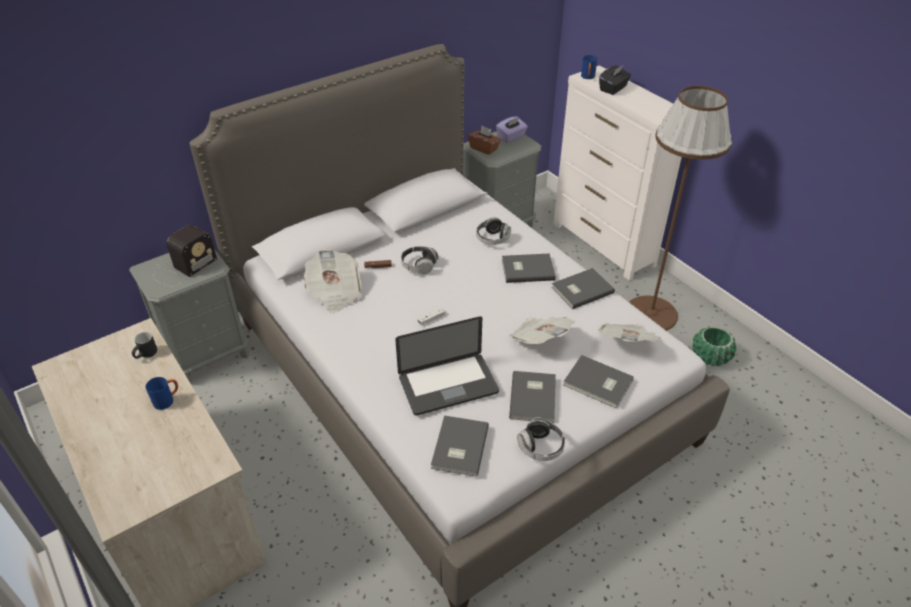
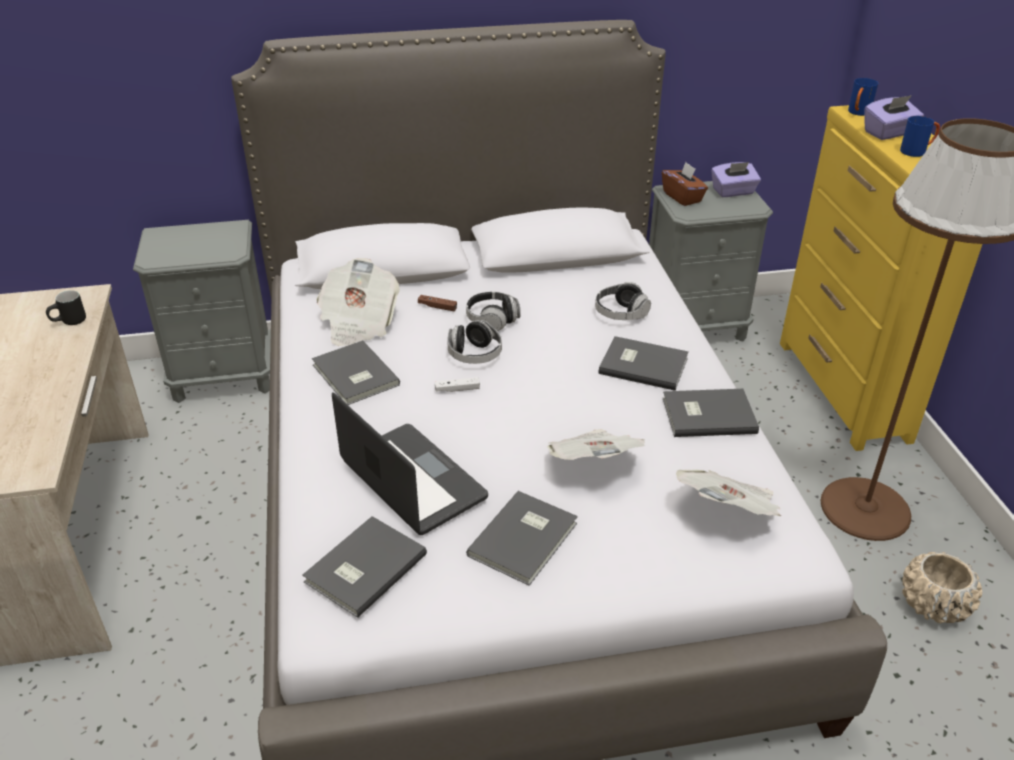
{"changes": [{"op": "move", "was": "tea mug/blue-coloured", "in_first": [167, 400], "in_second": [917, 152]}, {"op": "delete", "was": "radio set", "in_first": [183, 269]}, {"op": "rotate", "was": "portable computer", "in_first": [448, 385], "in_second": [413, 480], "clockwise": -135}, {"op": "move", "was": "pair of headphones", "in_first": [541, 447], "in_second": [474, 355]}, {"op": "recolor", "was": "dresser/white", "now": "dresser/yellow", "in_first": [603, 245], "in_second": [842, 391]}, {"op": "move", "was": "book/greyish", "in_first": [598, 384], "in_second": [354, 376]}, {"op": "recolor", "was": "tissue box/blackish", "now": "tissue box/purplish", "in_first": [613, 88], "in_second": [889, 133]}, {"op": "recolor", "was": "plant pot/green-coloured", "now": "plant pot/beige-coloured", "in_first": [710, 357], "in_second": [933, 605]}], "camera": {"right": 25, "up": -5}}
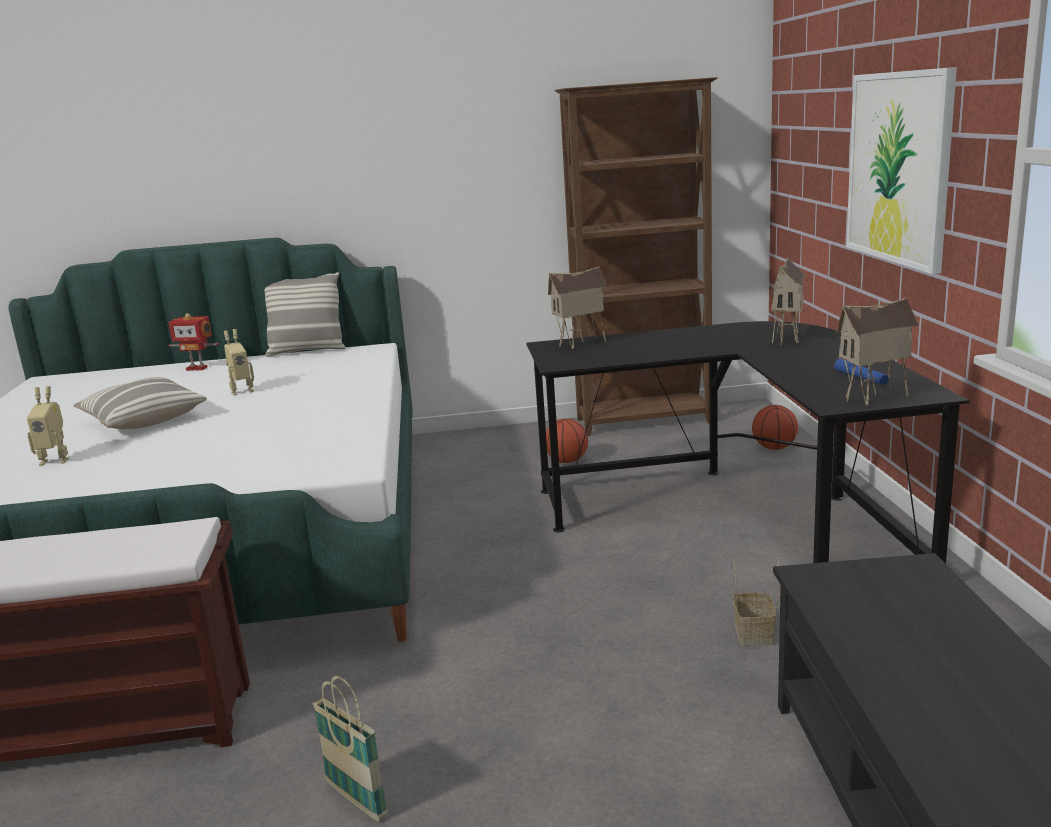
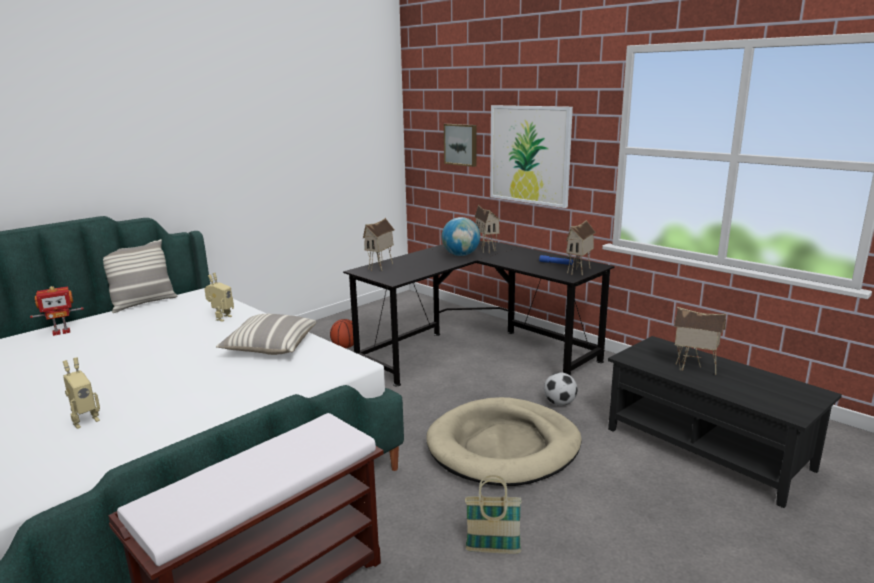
{"changes": [{"op": "move", "was": "throw pillow", "in_first": [142, 420], "in_second": [270, 347]}, {"op": "move", "was": "robot figure", "in_first": [241, 391], "in_second": [221, 318]}, {"op": "delete", "was": "shelving unit/brownish", "in_first": [645, 421]}, {"op": "replace", "was": "household basket", "now": "ball for football", "in_first": [755, 634], "in_second": [559, 403]}, {"op": "delete", "was": "basketball", "in_first": [774, 448]}, {"op": "insert", "now": "dog bed/beige-coloured", "in_second": [504, 446]}, {"op": "insert", "now": "desk globe", "in_second": [461, 255]}, {"op": "insert", "now": "wall picture", "in_second": [461, 144]}, {"op": "insert", "now": "toy house", "in_second": [694, 369]}], "camera": {"right": -40, "up": 0}}
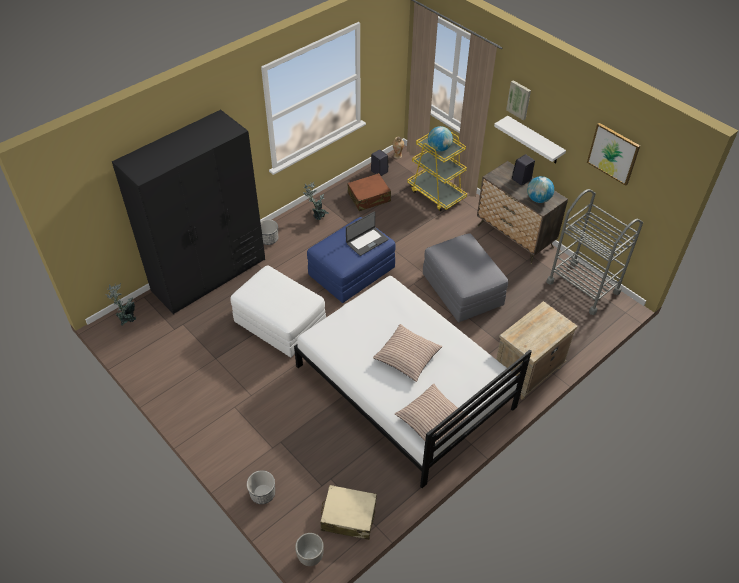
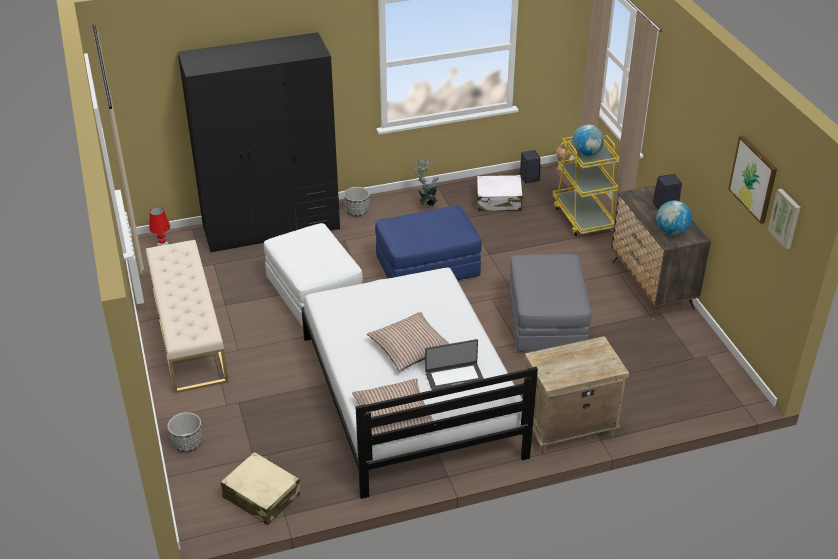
{"changes": [{"op": "replace", "was": "houseplant", "now": "table lamp/red", "in_first": [128, 319], "in_second": [162, 244]}, {"op": "delete", "was": "plant pot", "in_first": [310, 557]}, {"op": "move", "was": "portable computer", "in_first": [366, 241], "in_second": [455, 378]}, {"op": "recolor", "was": "piece of luggage/brownish", "now": "piece of luggage/white", "in_first": [369, 197], "in_second": [499, 201]}, {"op": "delete", "was": "bracket shelf/white", "in_first": [534, 140]}, {"op": "move", "was": "wall picture", "in_first": [519, 99], "in_second": [786, 218]}, {"op": "delete", "was": "wheeled cart/greyish", "in_first": [583, 287]}, {"op": "insert", "now": "indoor bench/beige-coloured", "in_second": [188, 332]}], "camera": {"right": 25, "up": -10}}
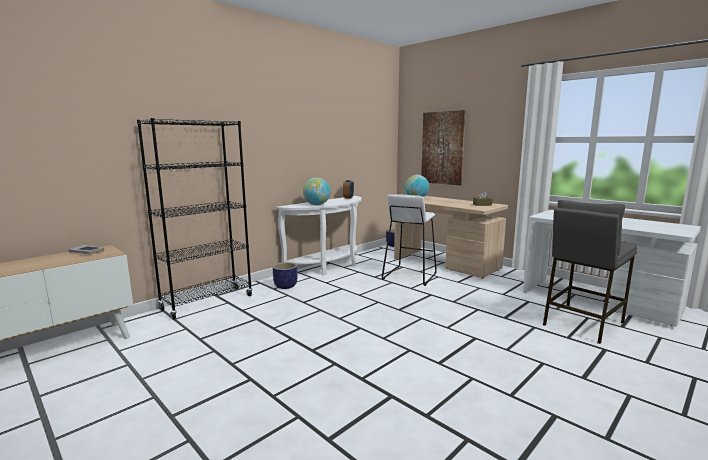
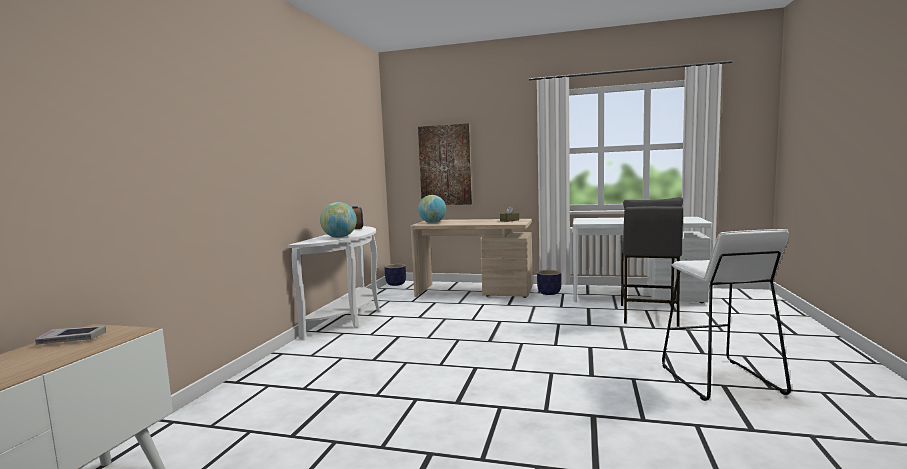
{"changes": [{"op": "delete", "was": "shelving unit/blackish", "in_first": [207, 302]}, {"op": "move", "was": "plant pot", "in_first": [286, 286], "in_second": [549, 293]}, {"op": "move", "was": "stool/white", "in_first": [409, 276], "in_second": [719, 380]}], "camera": {"right": -30, "up": -5}}
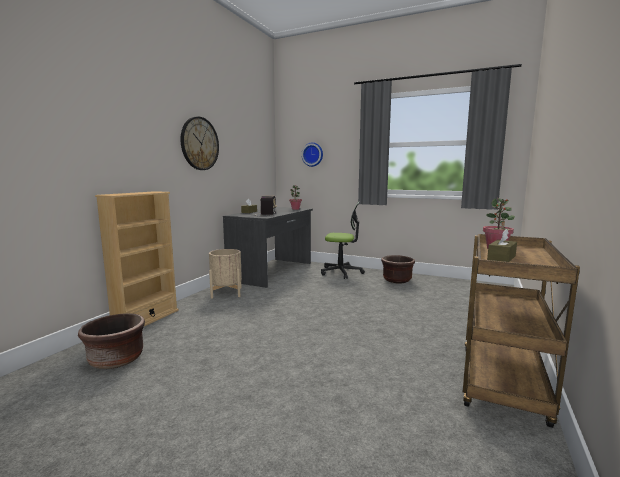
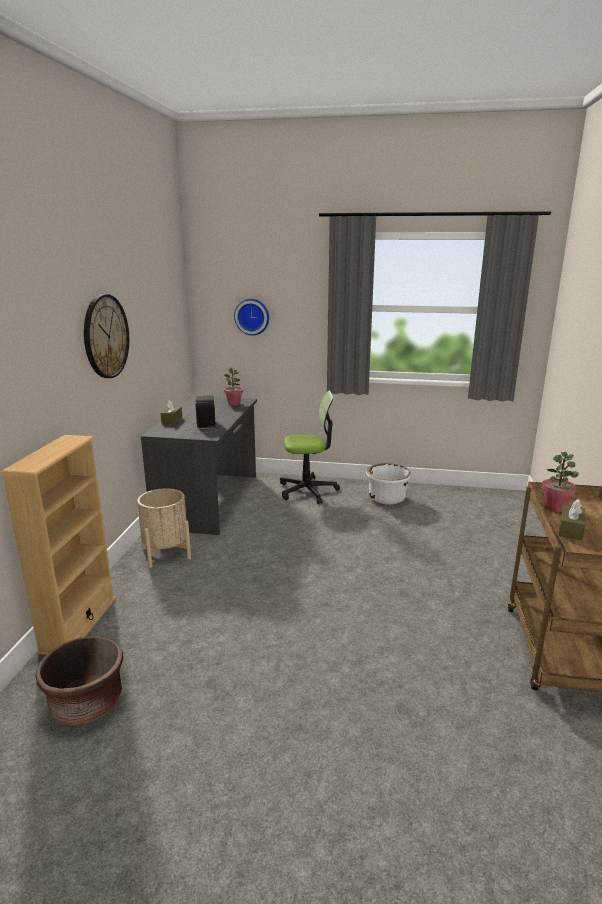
{"changes": [{"op": "recolor", "was": "plant pot/brownish", "now": "plant pot/white", "in_first": [397, 280], "in_second": [387, 498]}], "camera": {"right": -15, "up": 10}}
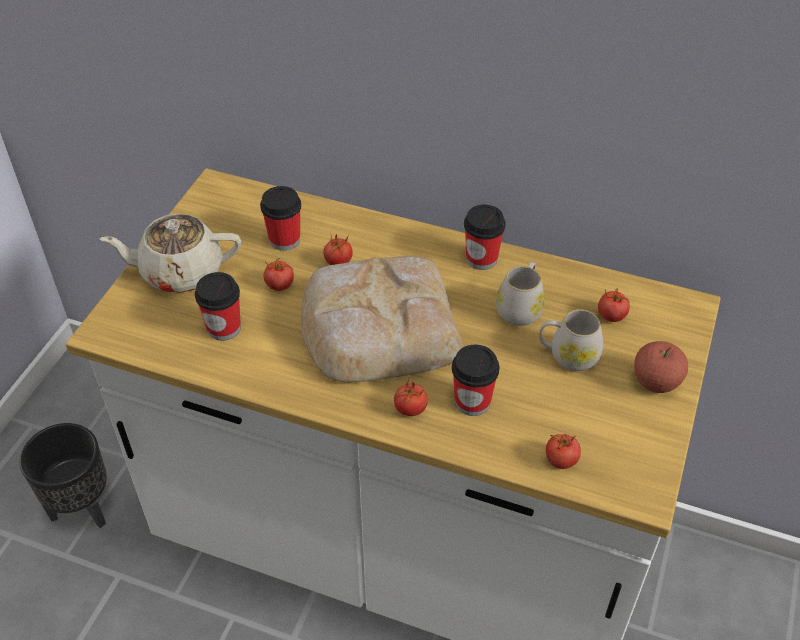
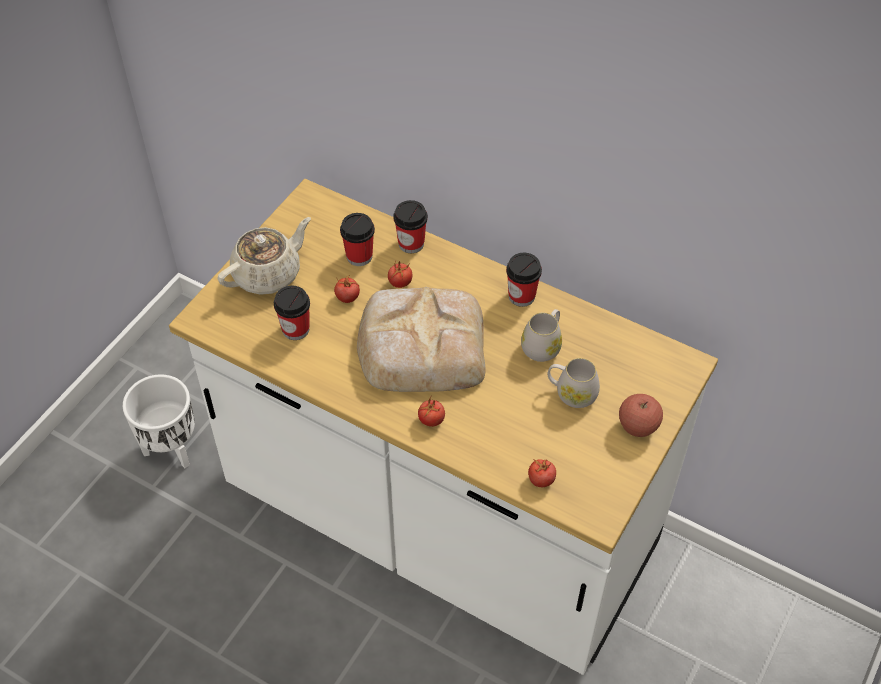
{"changes": [{"op": "recolor", "was": "plant pot/blackish", "now": "plant pot/white", "in_first": [83, 508], "in_second": [172, 448]}, {"op": "rotate", "was": "tea pot/beige-coloured", "in_first": [180, 272], "in_second": [268, 274], "clockwise": 135}, {"op": "move", "was": "cup", "in_first": [472, 402], "in_second": [411, 243]}, {"op": "delete", "was": "tomato", "in_first": [611, 316]}], "camera": {"right": 10, "up": 5}}
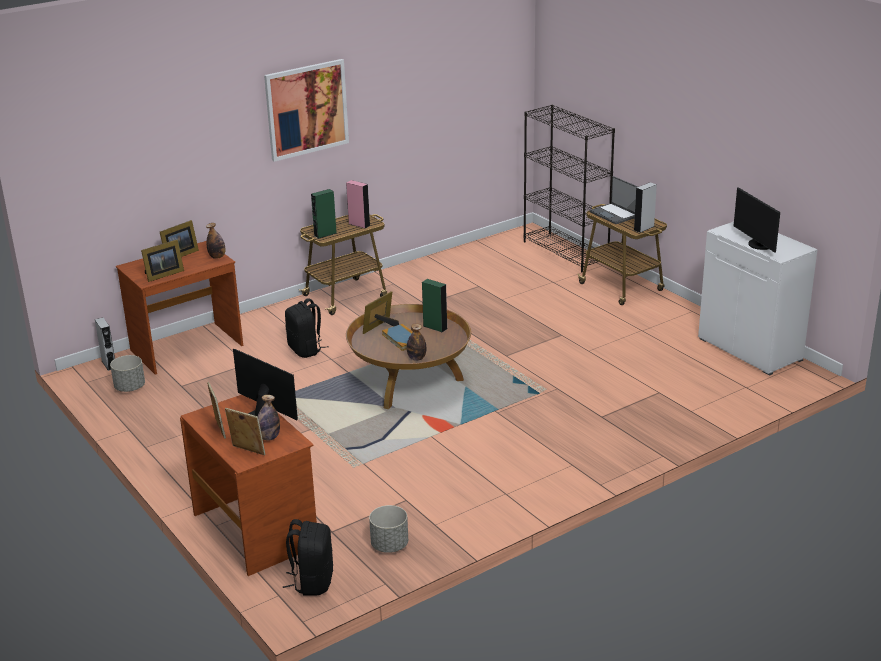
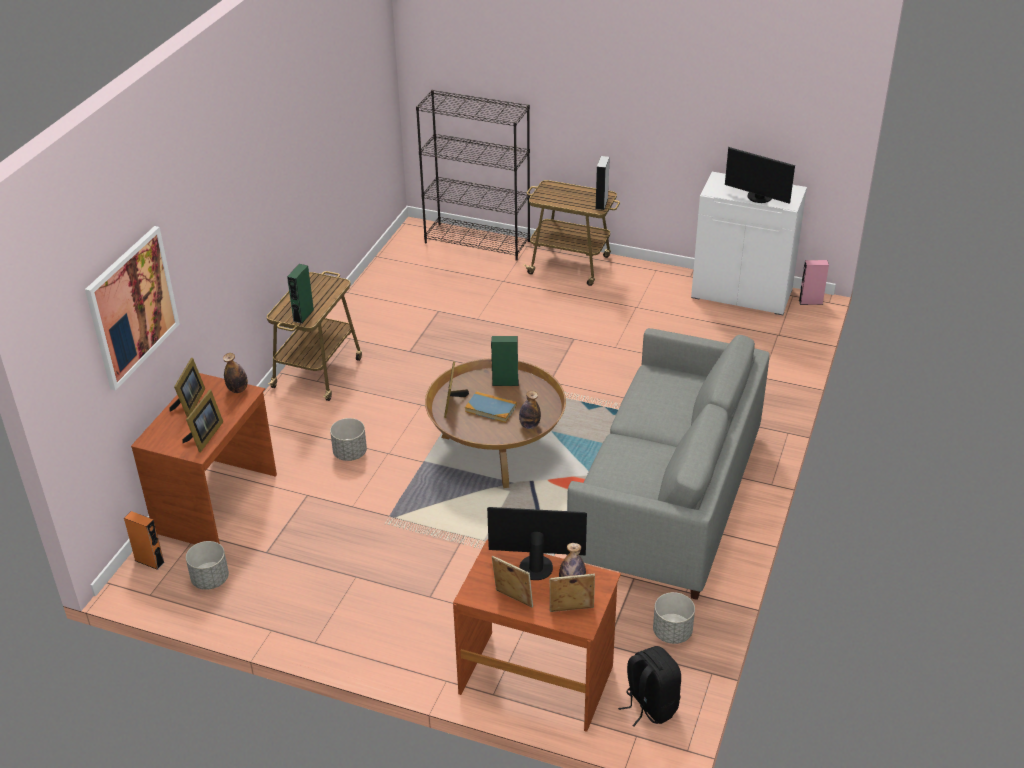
{"changes": [{"op": "recolor", "was": "loudspeaker/greyish", "now": "loudspeaker/orange-coloured", "in_first": [109, 364], "in_second": [149, 561]}, {"op": "move", "was": "wall picture", "in_first": [306, 109], "in_second": [132, 307]}, {"op": "replace", "was": "rucksack/blackish", "now": "plant pot/greyish", "in_first": [306, 350], "in_second": [350, 453]}, {"op": "move", "was": "loudspeaker/pink", "in_first": [359, 224], "in_second": [810, 302]}, {"op": "delete", "was": "portable computer", "in_first": [614, 214]}, {"op": "insert", "now": "couch/greyish", "in_second": [668, 499]}], "camera": {"right": -35, "up": 10}}
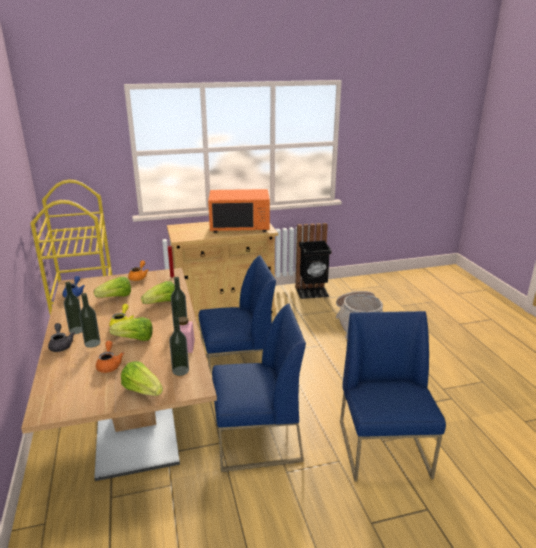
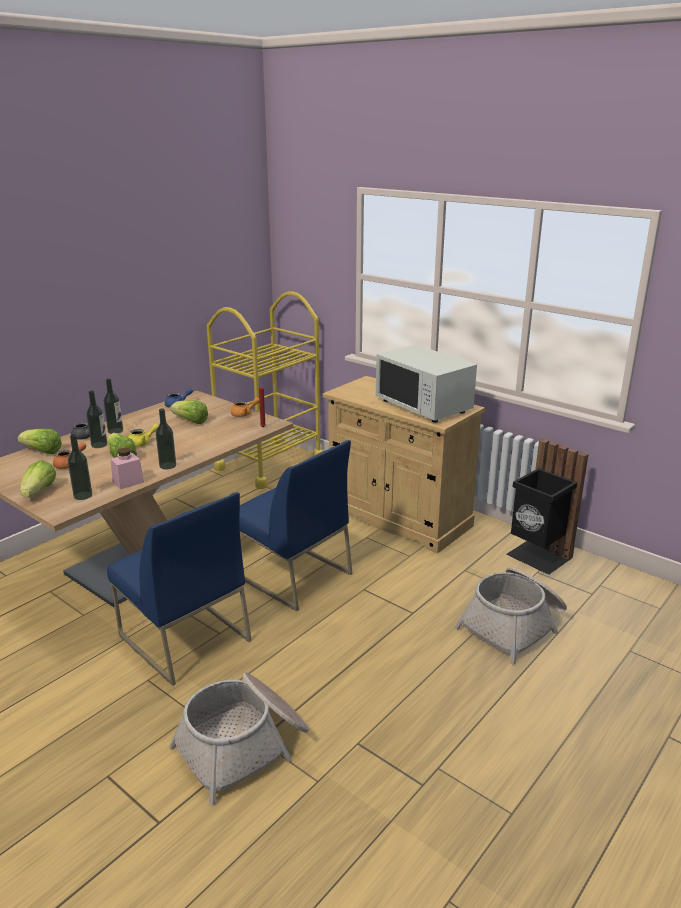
{"changes": [{"op": "move", "was": "lettuce head", "in_first": [162, 303], "in_second": [42, 452]}, {"op": "recolor", "was": "microwave oven/orange-coloured", "now": "microwave oven/white", "in_first": [240, 227], "in_second": [424, 406]}, {"op": "replace", "was": "chair/blue-coloured", "now": "household basket", "in_first": [384, 449], "in_second": [244, 746]}], "camera": {"right": 55, "up": 0}}
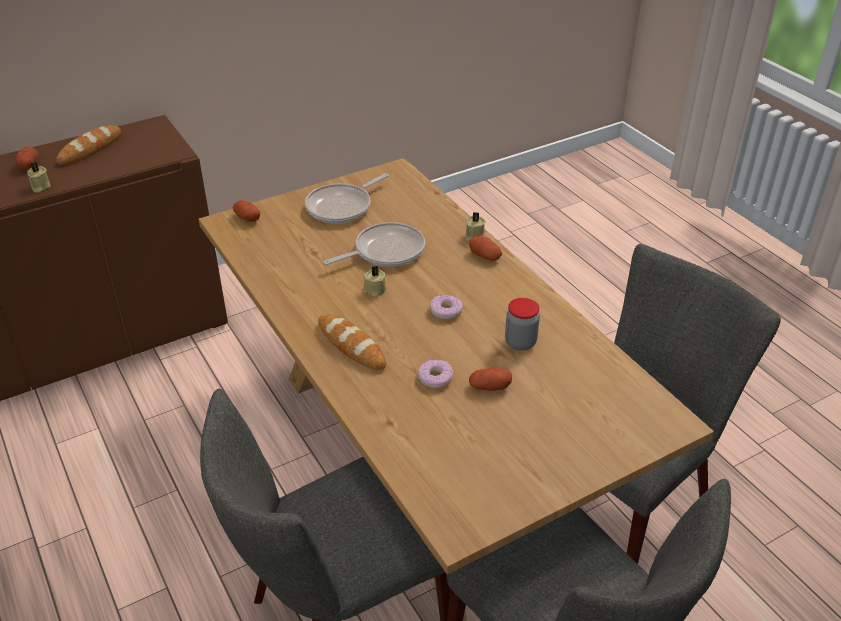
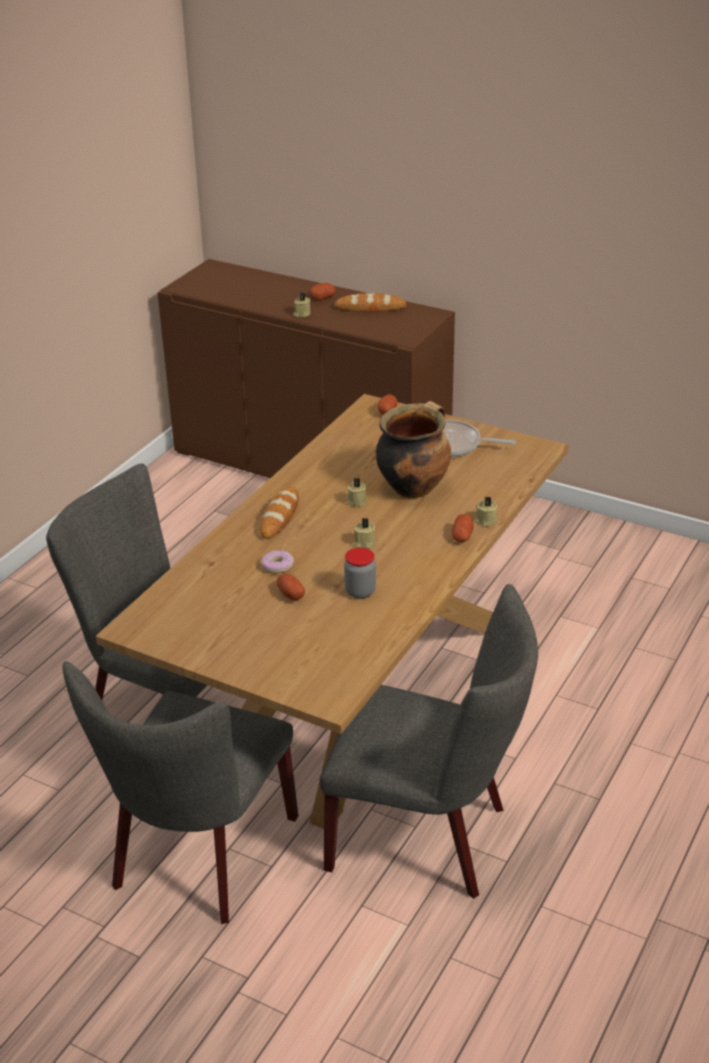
{"changes": [{"op": "replace", "was": "frying pan", "now": "stockpot", "in_first": [385, 251], "in_second": [413, 487]}, {"op": "replace", "was": "ring doughnut", "now": "wax candle/beige-coloured", "in_first": [446, 311], "in_second": [364, 543]}], "camera": {"right": 60, "up": -5}}
